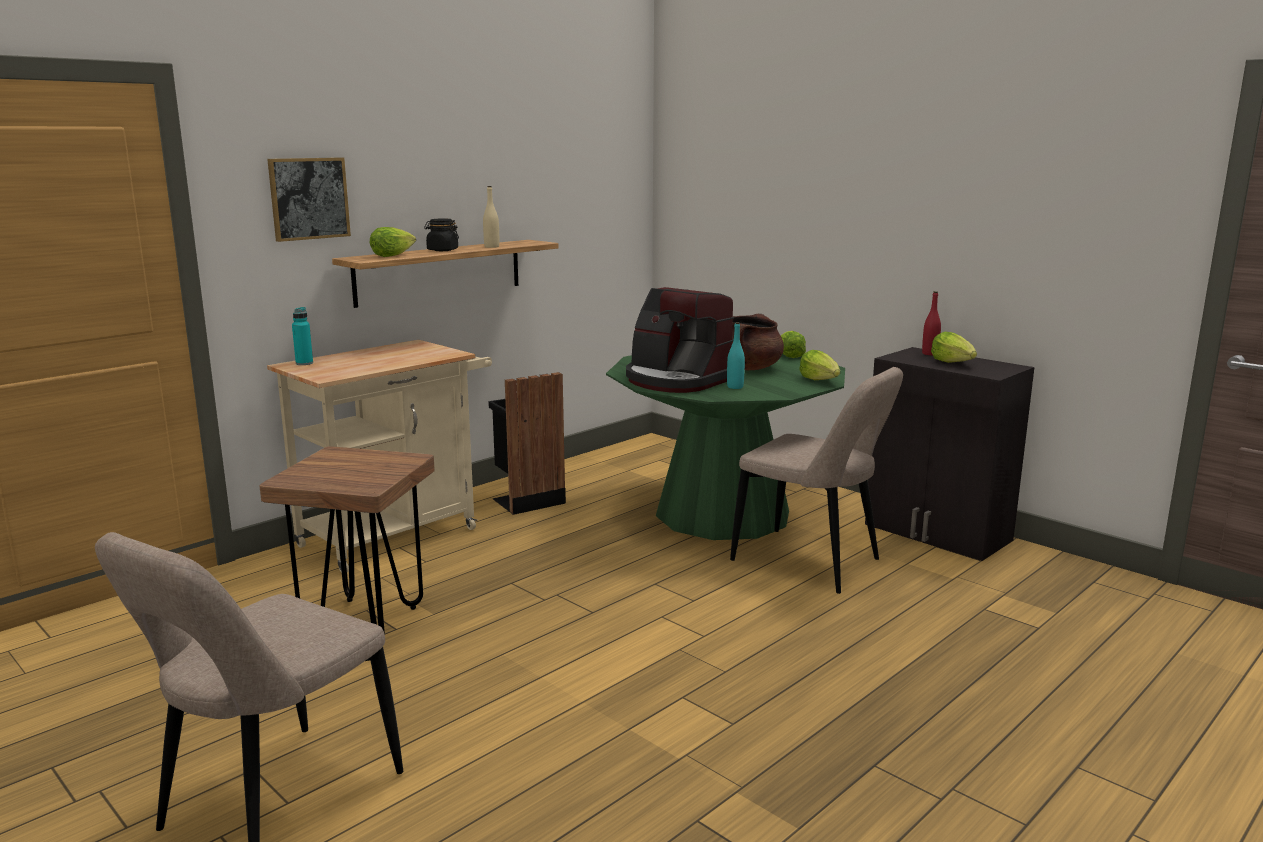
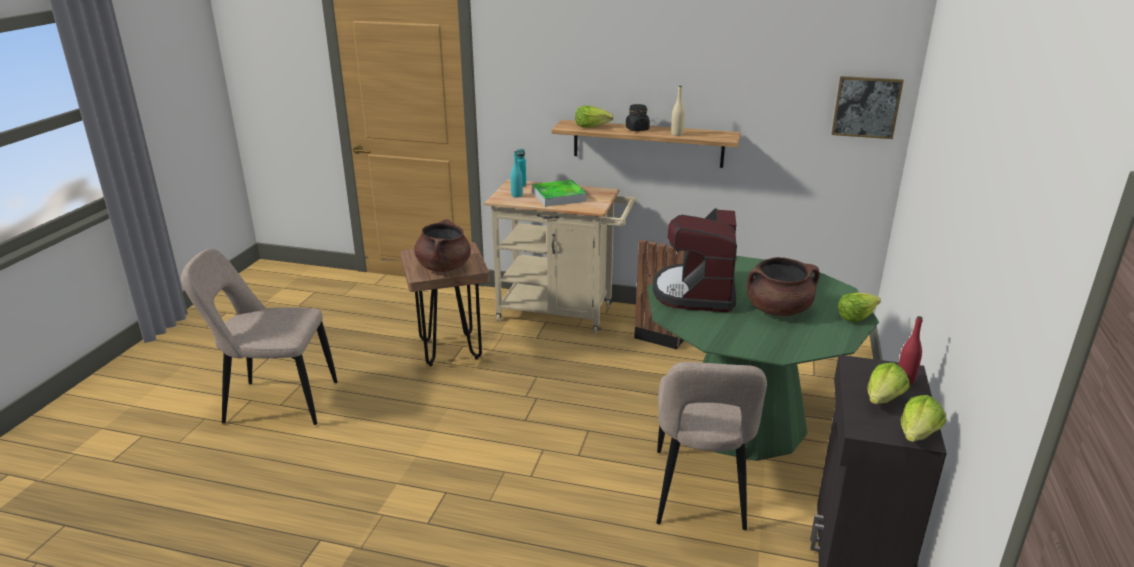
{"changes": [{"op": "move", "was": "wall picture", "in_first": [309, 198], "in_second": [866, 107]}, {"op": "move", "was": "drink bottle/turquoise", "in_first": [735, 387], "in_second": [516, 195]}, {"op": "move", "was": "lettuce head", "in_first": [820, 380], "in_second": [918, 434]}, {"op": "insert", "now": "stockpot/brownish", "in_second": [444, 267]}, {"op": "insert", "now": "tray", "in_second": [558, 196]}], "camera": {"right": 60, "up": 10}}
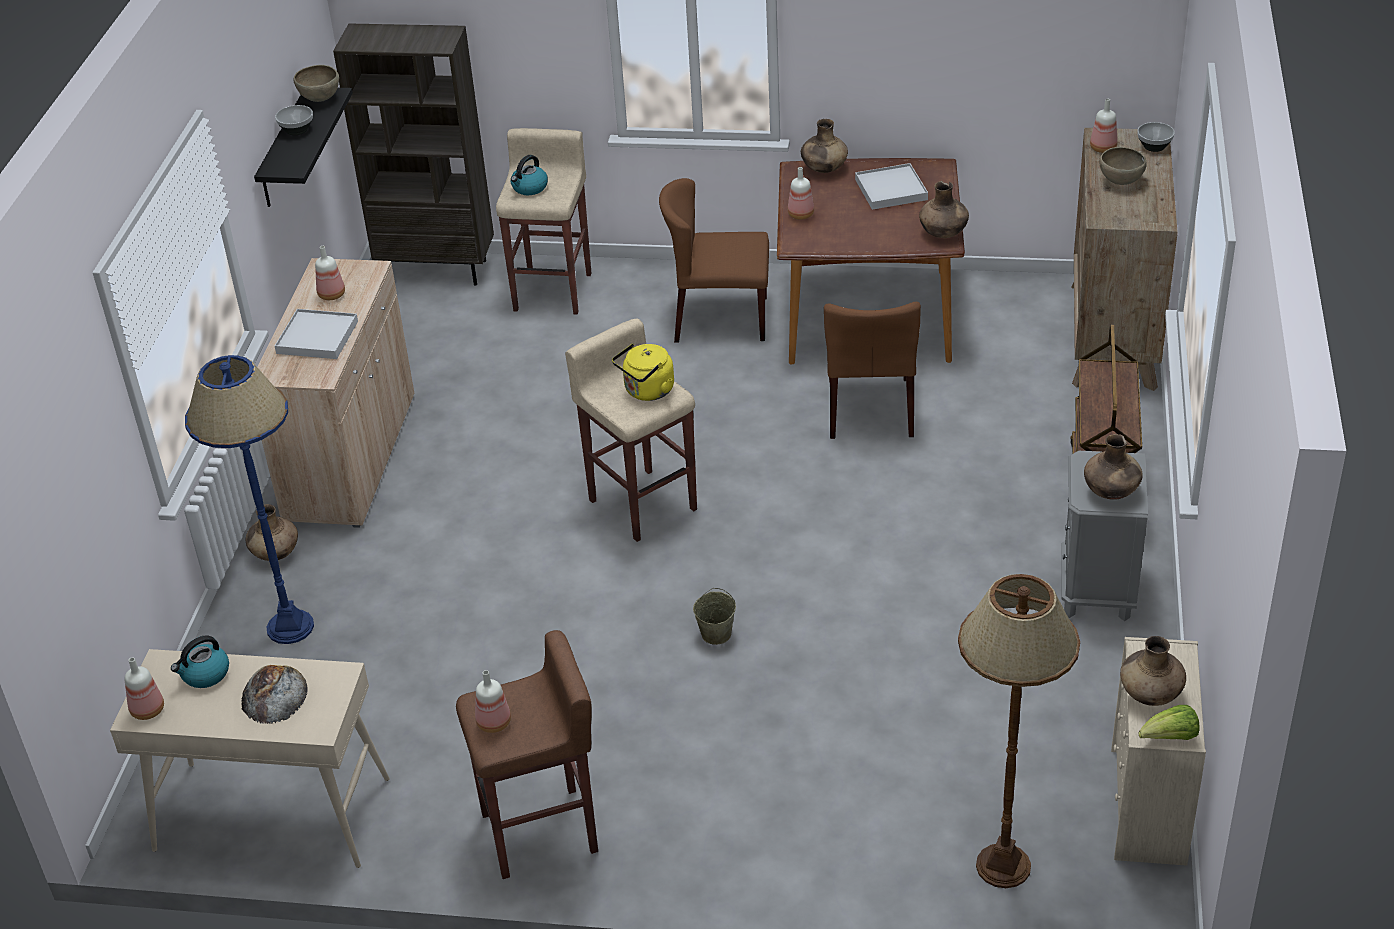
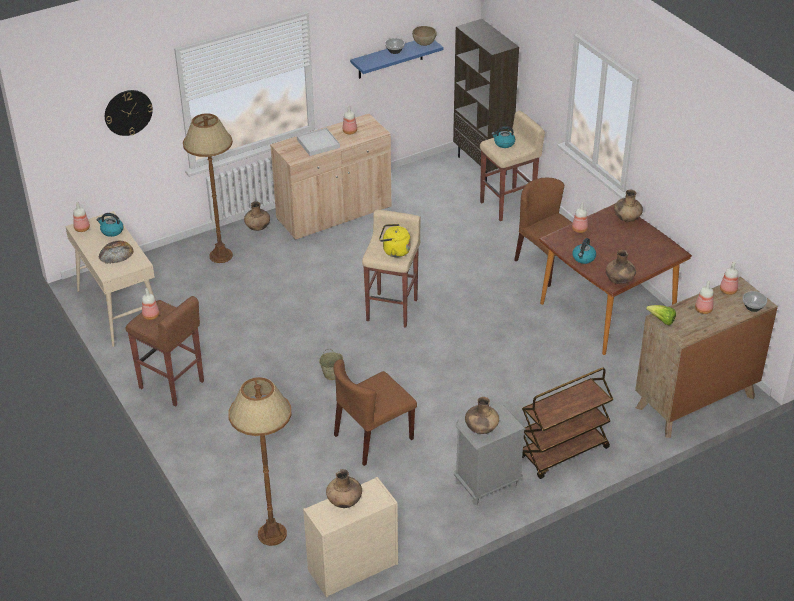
{"changes": [{"op": "recolor", "was": "floor lamp/blue-coloured", "now": "floor lamp/brownish", "in_first": [291, 627], "in_second": [221, 256]}, {"op": "recolor", "was": "bracket shelf/blackish", "now": "bracket shelf/blue-coloured", "in_first": [284, 149], "in_second": [390, 58]}, {"op": "move", "was": "chair/brownish", "in_first": [870, 408], "in_second": [373, 437]}, {"op": "delete", "was": "tray/white", "in_first": [891, 190]}, {"op": "replace", "was": "deep dish/brownish", "now": "drink bottle", "in_first": [1120, 182], "in_second": [702, 310]}, {"op": "move", "was": "lettuce head", "in_first": [1170, 738], "in_second": [661, 320]}, {"op": "insert", "now": "clock on the wall", "in_second": [128, 112]}, {"op": "insert", "now": "water kettle", "in_second": [583, 258]}], "camera": {"right": 50, "up": 0}}
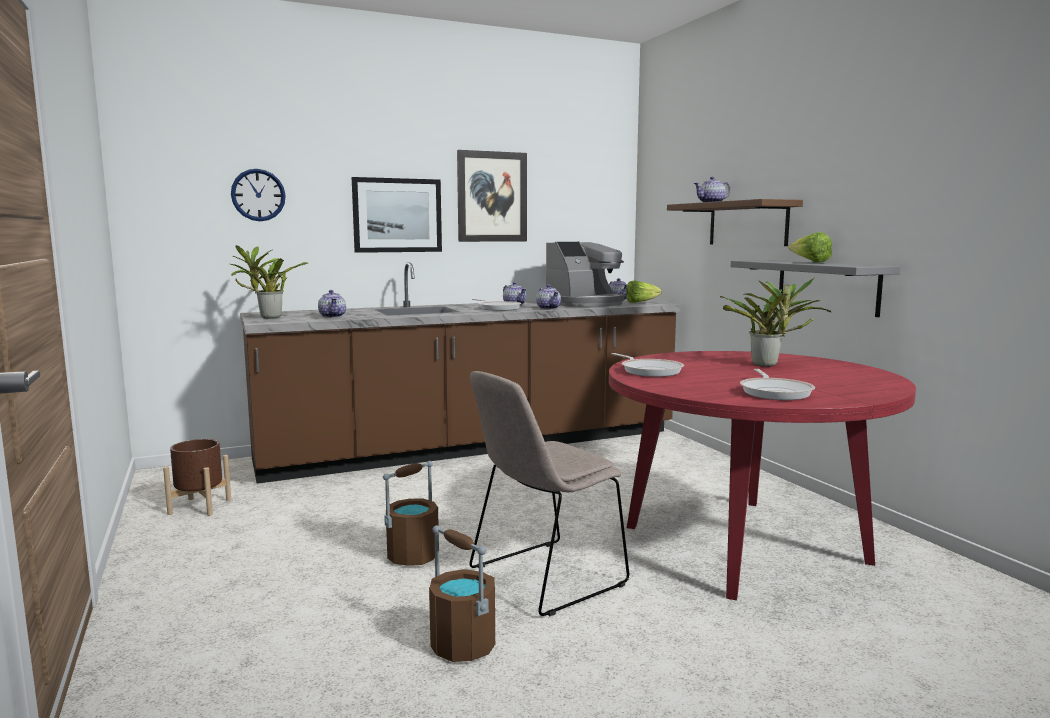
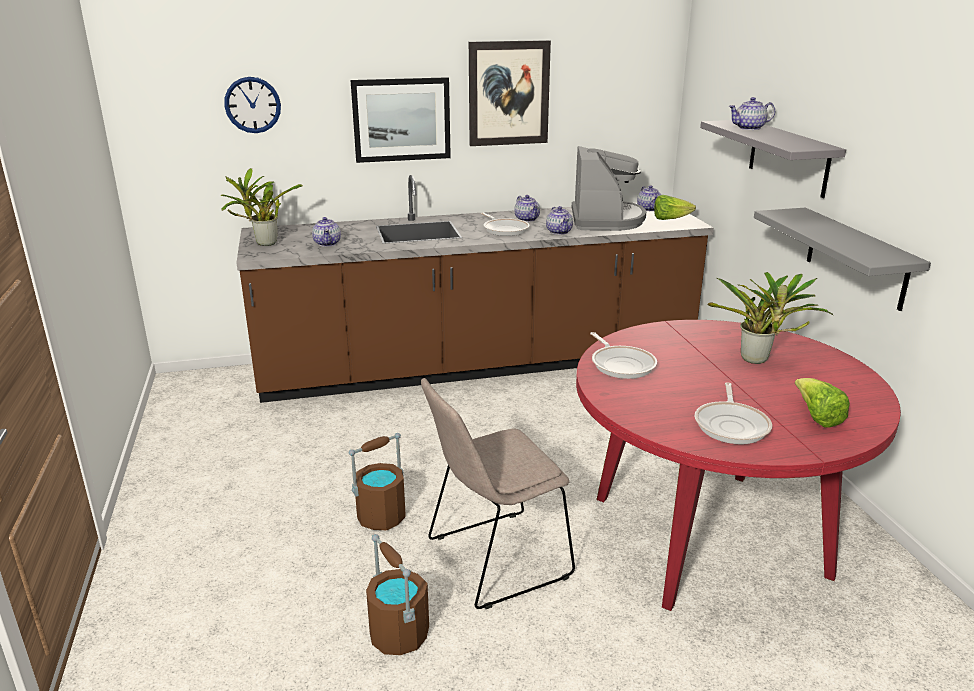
{"changes": [{"op": "delete", "was": "plant pot/brownish", "in_first": [200, 506]}, {"op": "rotate", "was": "coffee machine", "in_first": [585, 303], "in_second": [606, 220], "clockwise": -60}, {"op": "recolor", "was": "bracket shelf/brownish", "now": "bracket shelf/greyish", "in_first": [747, 224], "in_second": [788, 157]}, {"op": "move", "was": "lettuce head", "in_first": [809, 262], "in_second": [816, 417]}], "camera": {"right": 10, "up": 15}}
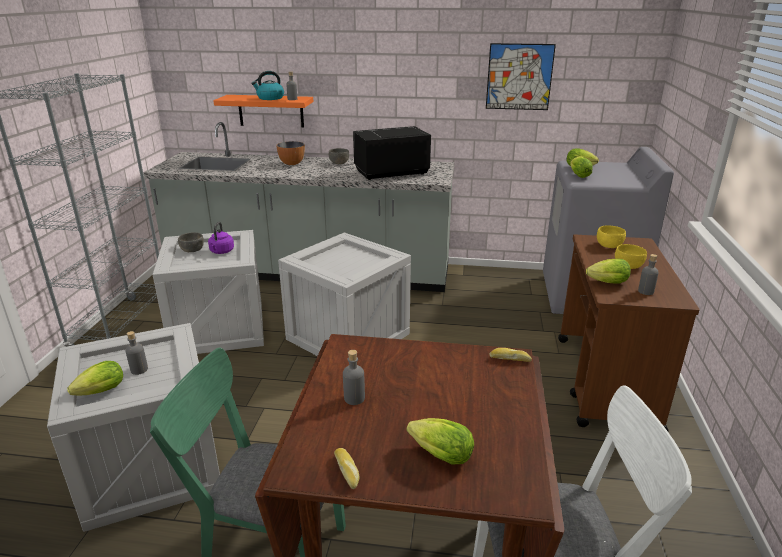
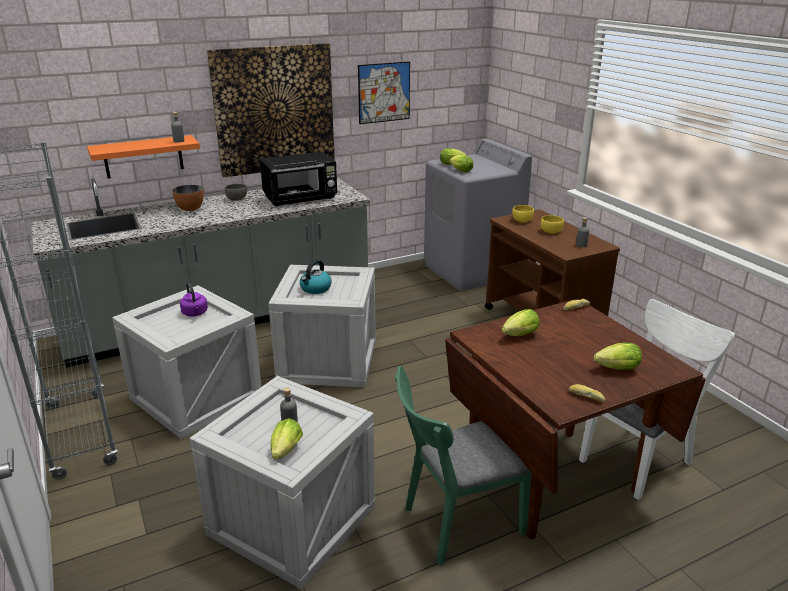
{"changes": [{"op": "delete", "was": "deep dish/greyish", "in_first": [192, 250]}, {"op": "move", "was": "water kettle", "in_first": [270, 98], "in_second": [315, 288]}, {"op": "delete", "was": "drink bottle/greyish", "in_first": [354, 398]}, {"op": "rotate", "was": "microwave oven/blackish", "in_first": [390, 172], "in_second": [301, 198], "clockwise": -150}, {"op": "move", "was": "lettuce head", "in_first": [605, 283], "in_second": [518, 336]}, {"op": "insert", "now": "wall picture", "in_second": [274, 109]}], "camera": {"right": -35, "up": 0}}
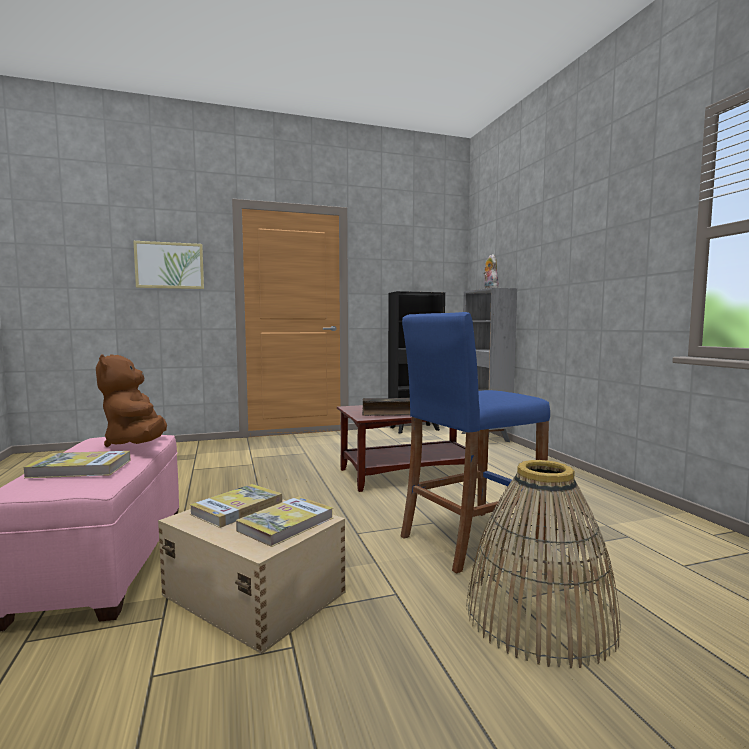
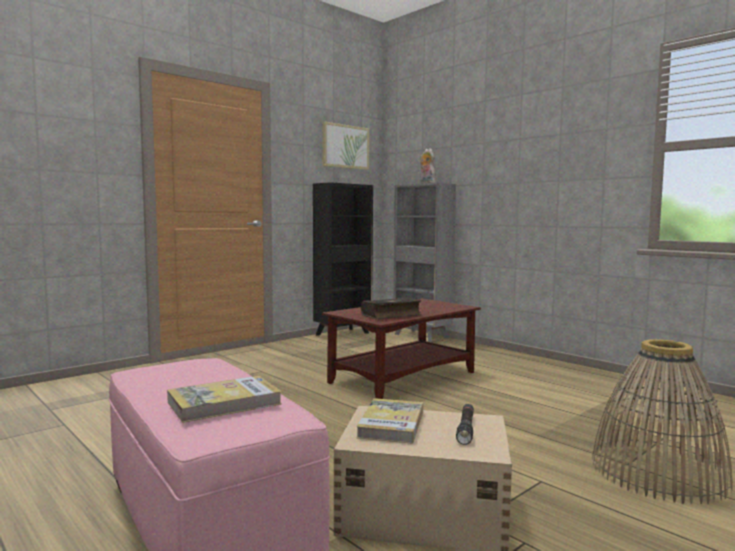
{"changes": [{"op": "delete", "was": "plush toy/brownish", "in_first": [137, 444]}, {"op": "move", "was": "wall picture", "in_first": [169, 265], "in_second": [345, 146]}, {"op": "replace", "was": "book", "now": "flashlight/blackish", "in_first": [286, 524], "in_second": [466, 429]}, {"op": "delete", "was": "stool/blue-coloured", "in_first": [470, 539]}], "camera": {"right": -25, "up": 0}}
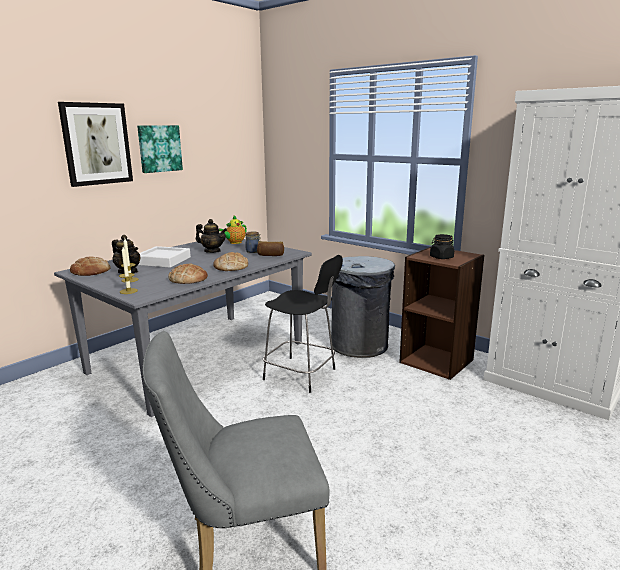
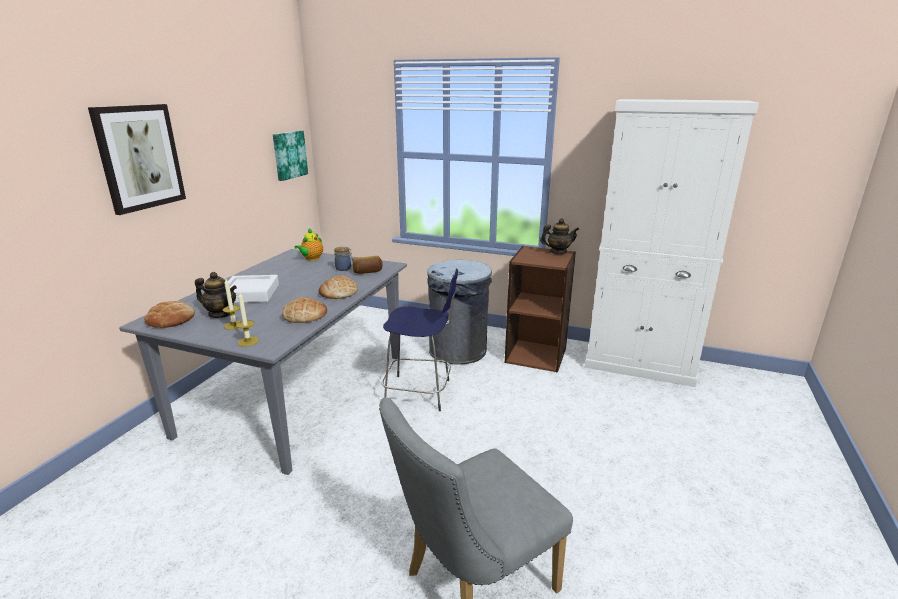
{"changes": [{"op": "move", "was": "wall picture", "in_first": [159, 148], "in_second": [289, 155]}, {"op": "move", "was": "tea pot", "in_first": [212, 251], "in_second": [558, 252]}, {"op": "recolor", "was": "stool/blackish", "now": "stool/blue-coloured", "in_first": [302, 375], "in_second": [420, 393]}, {"op": "delete", "was": "jar/blackish", "in_first": [441, 257]}], "camera": {"right": -20, "up": 5}}
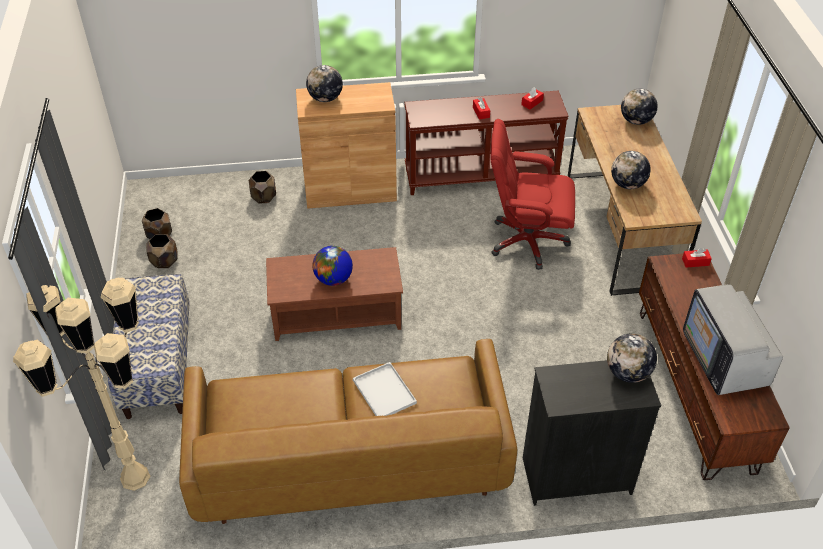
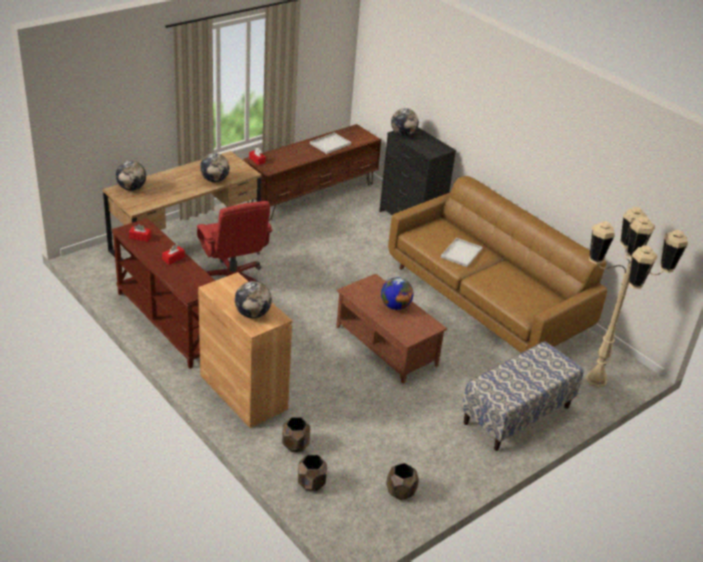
{"changes": [{"op": "move", "was": "plant pot/brownish", "in_first": [164, 261], "in_second": [311, 483]}, {"op": "replace", "was": "TV", "now": "tray/white", "in_first": [723, 361], "in_second": [330, 143]}], "camera": {"right": -125, "up": -10}}
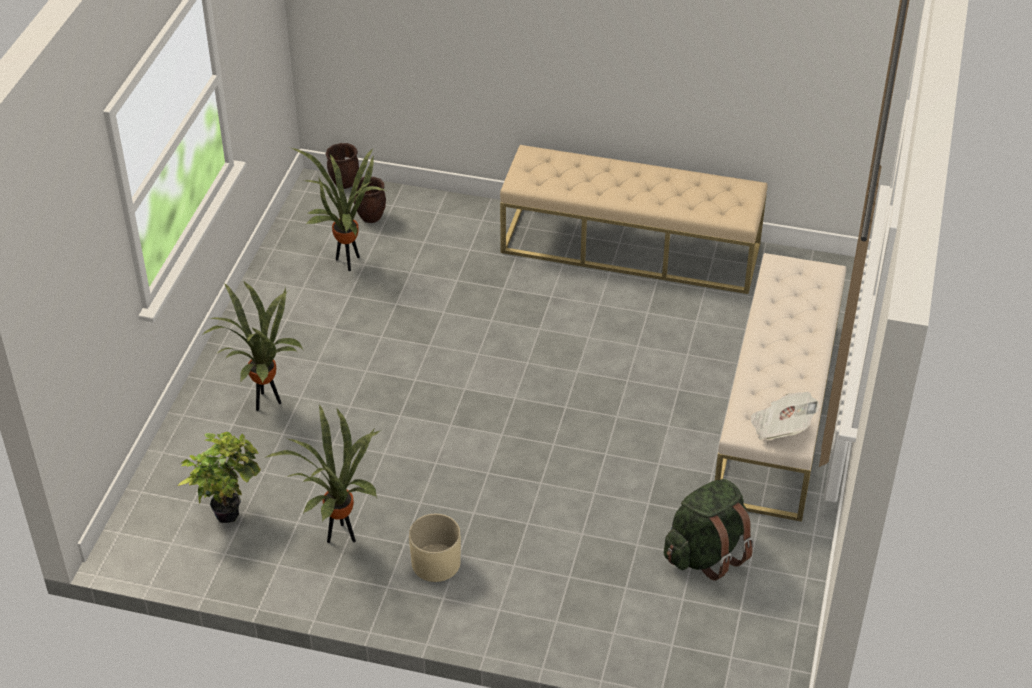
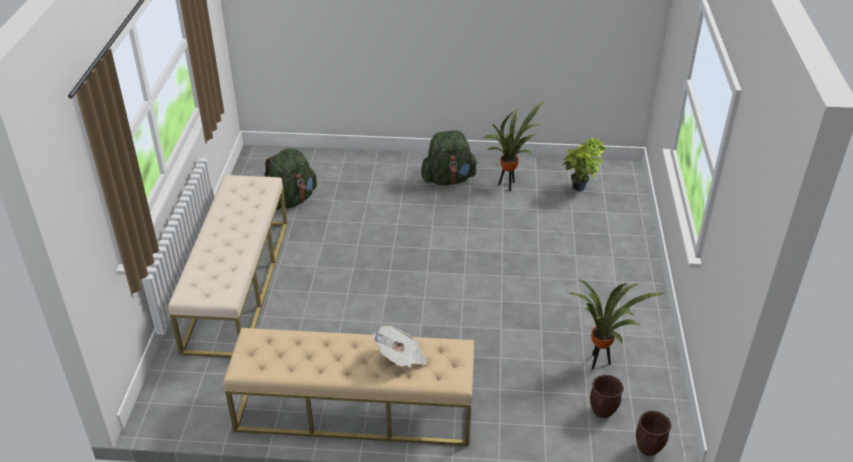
{"changes": [{"op": "delete", "was": "houseplant", "in_first": [264, 402]}, {"op": "replace", "was": "plant pot/beige-coloured", "now": "rucksack/green-coloured", "in_first": [435, 563], "in_second": [448, 179]}, {"op": "move", "was": "daily paper", "in_first": [781, 427], "in_second": [401, 357]}], "camera": {"right": 170, "up": -5}}
